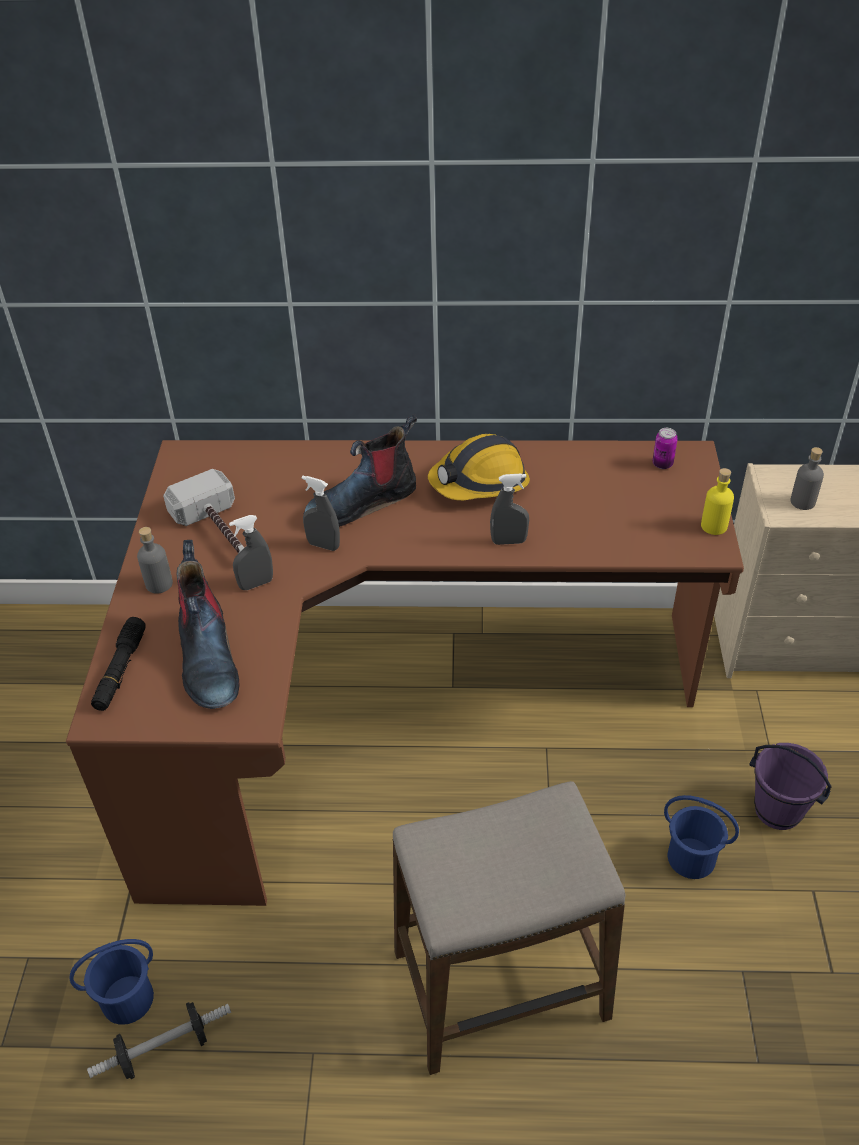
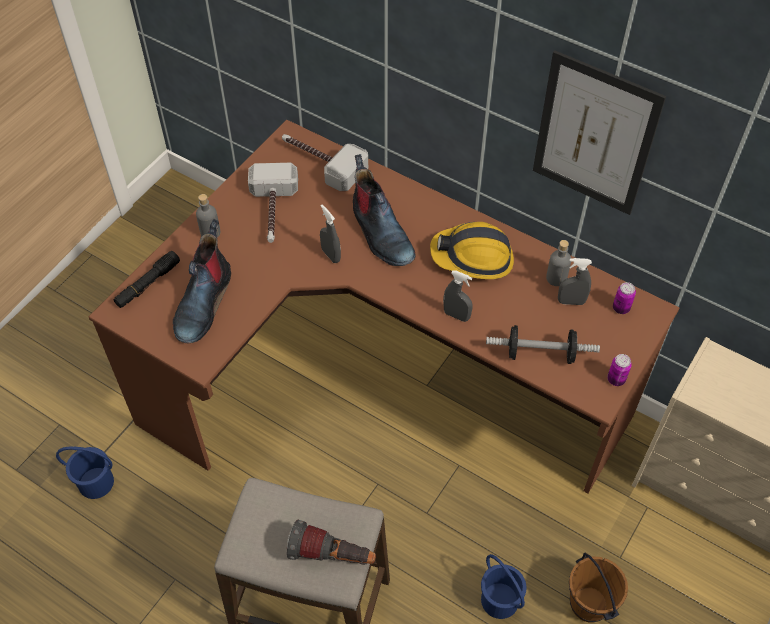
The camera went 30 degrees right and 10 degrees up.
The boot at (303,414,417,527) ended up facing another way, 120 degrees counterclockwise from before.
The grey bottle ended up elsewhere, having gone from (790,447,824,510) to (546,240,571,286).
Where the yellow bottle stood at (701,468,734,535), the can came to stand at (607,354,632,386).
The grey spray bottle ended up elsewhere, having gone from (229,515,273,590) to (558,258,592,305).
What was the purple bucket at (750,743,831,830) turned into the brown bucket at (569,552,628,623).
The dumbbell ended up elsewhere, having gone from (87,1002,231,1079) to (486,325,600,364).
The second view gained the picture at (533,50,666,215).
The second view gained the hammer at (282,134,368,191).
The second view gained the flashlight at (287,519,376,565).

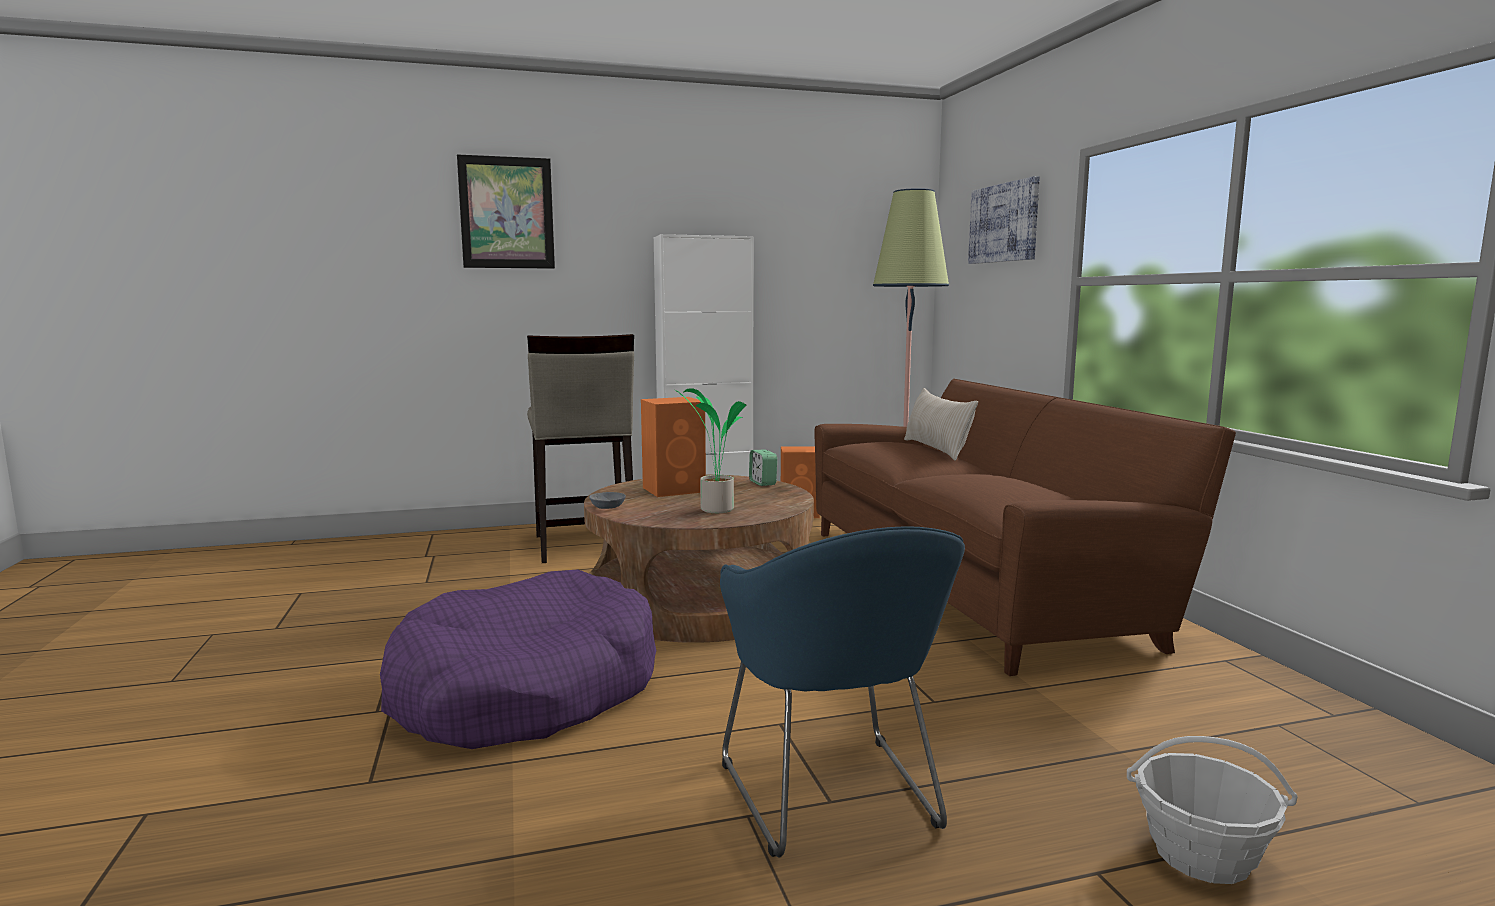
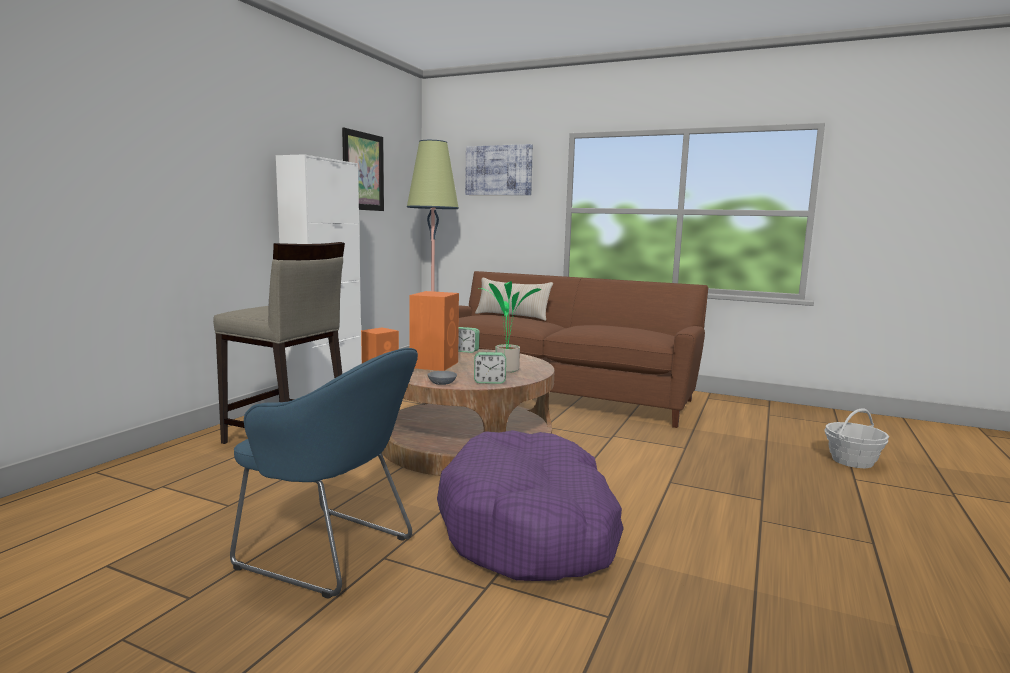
The camera went 50 degrees left and 0 degrees up.
The picture ended up elsewhere, having gone from (457,154,555,269) to (342,127,384,211).
The blue armchair ended up elsewhere, having gone from (720,526,965,857) to (230,348,418,599).
The second view gained the alarm clock at (474,352,506,384).

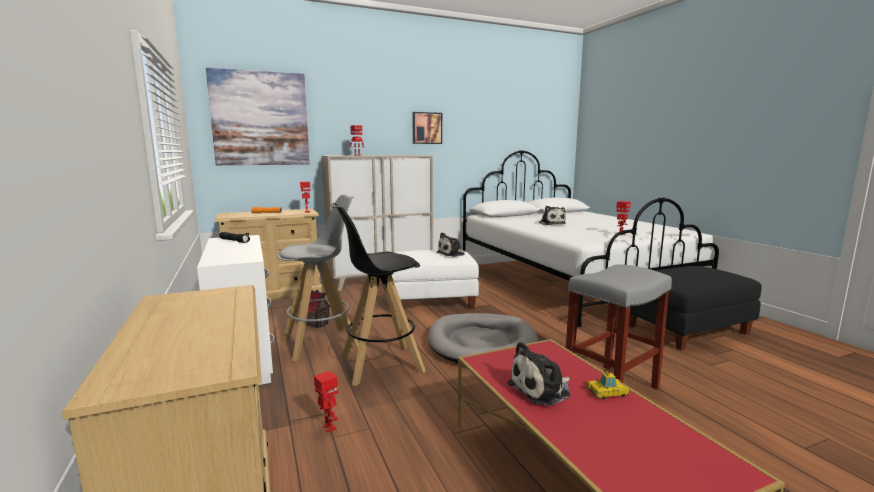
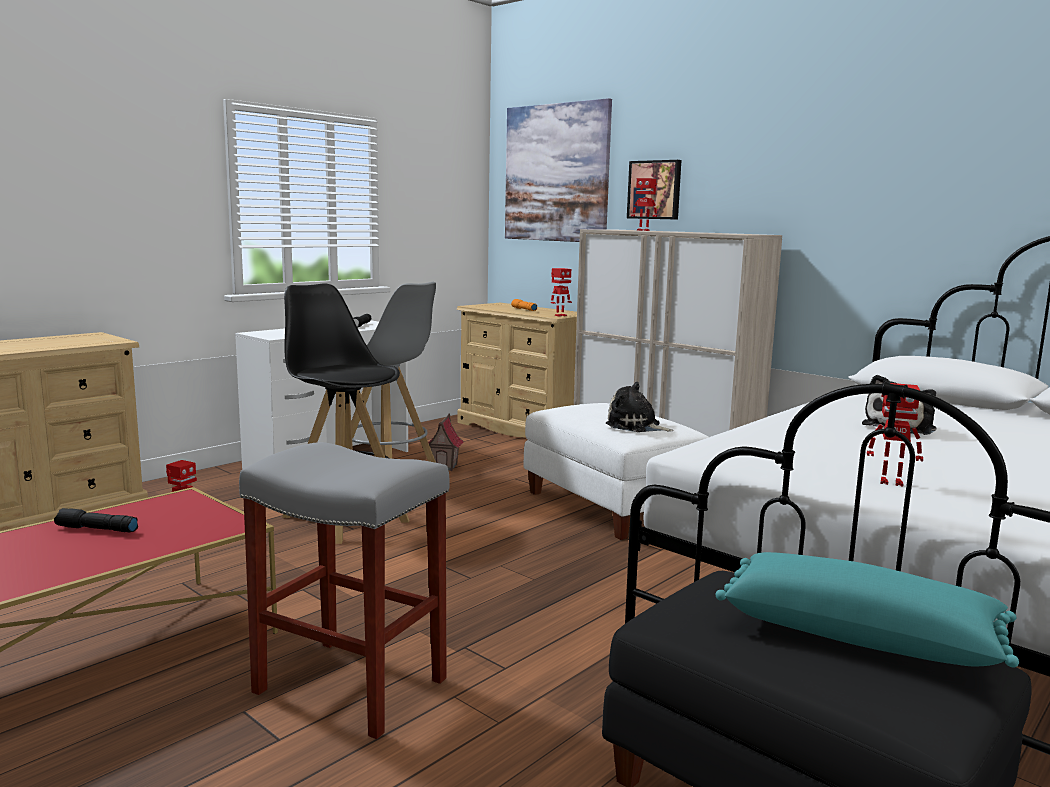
The camera went 65 degrees right and 0 degrees up.
The picture ended up elsewhere, having gone from (412,112,442,144) to (627,160,681,220).
The second view lost the grey dog bed at (428,313,538,363).
Where the plush toy stood at (507,342,570,406), the black flashlight came to stand at (54,508,138,532).
The second view lost the toy car at (586,371,630,400).
The second view gained the turquoise pillow at (716,552,1019,668).

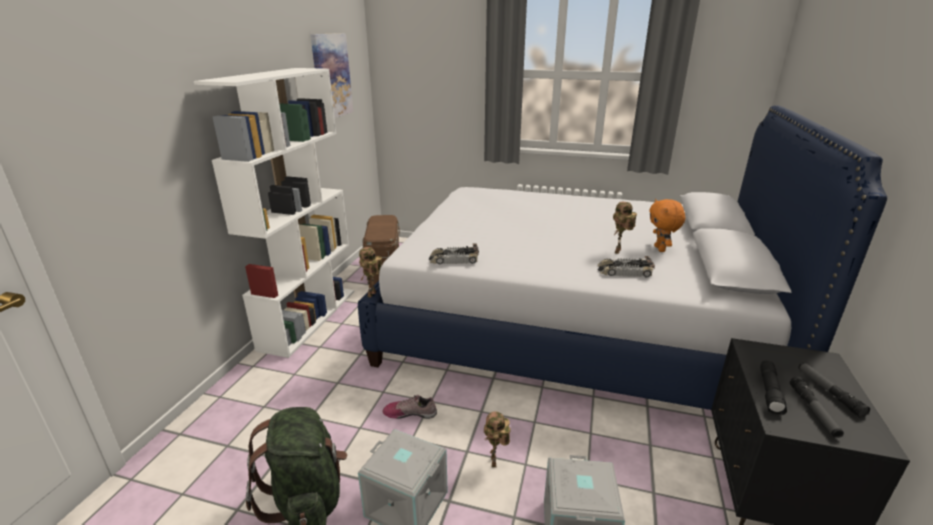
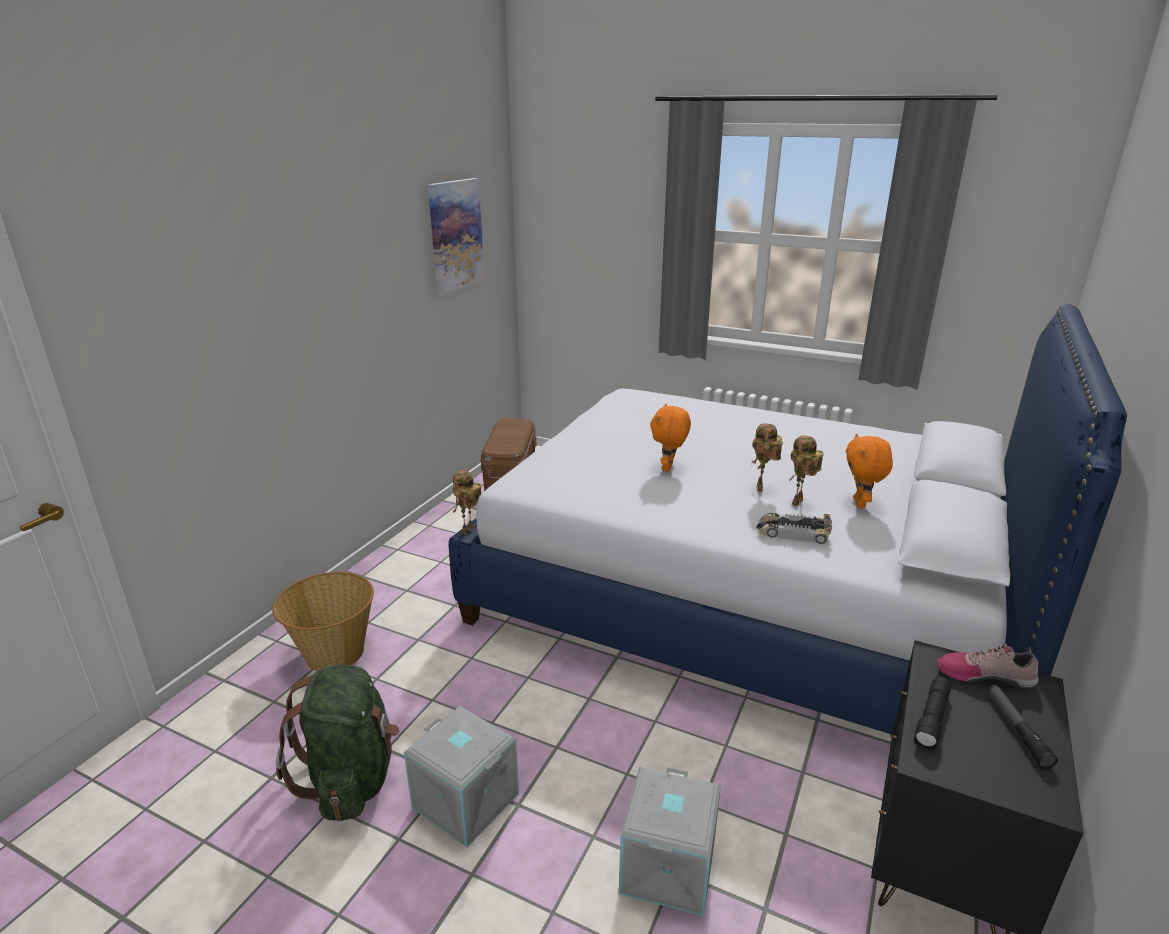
The camera went 10 degrees right and 0 degrees up.
The second view lost the white bookcase at (194,68,354,358).
The second view lost the toy car at (429,244,479,265).
The second view lost the flashlight at (790,377,844,438).
The shoe ended up elsewhere, having gone from (382,395,437,419) to (937,643,1039,688).
The toy robot ended up elsewhere, having gone from (484,412,511,467) to (752,423,783,492).
The second view gained the orange plush toy at (650,404,691,472).
The second view gained the basket at (272,572,374,671).

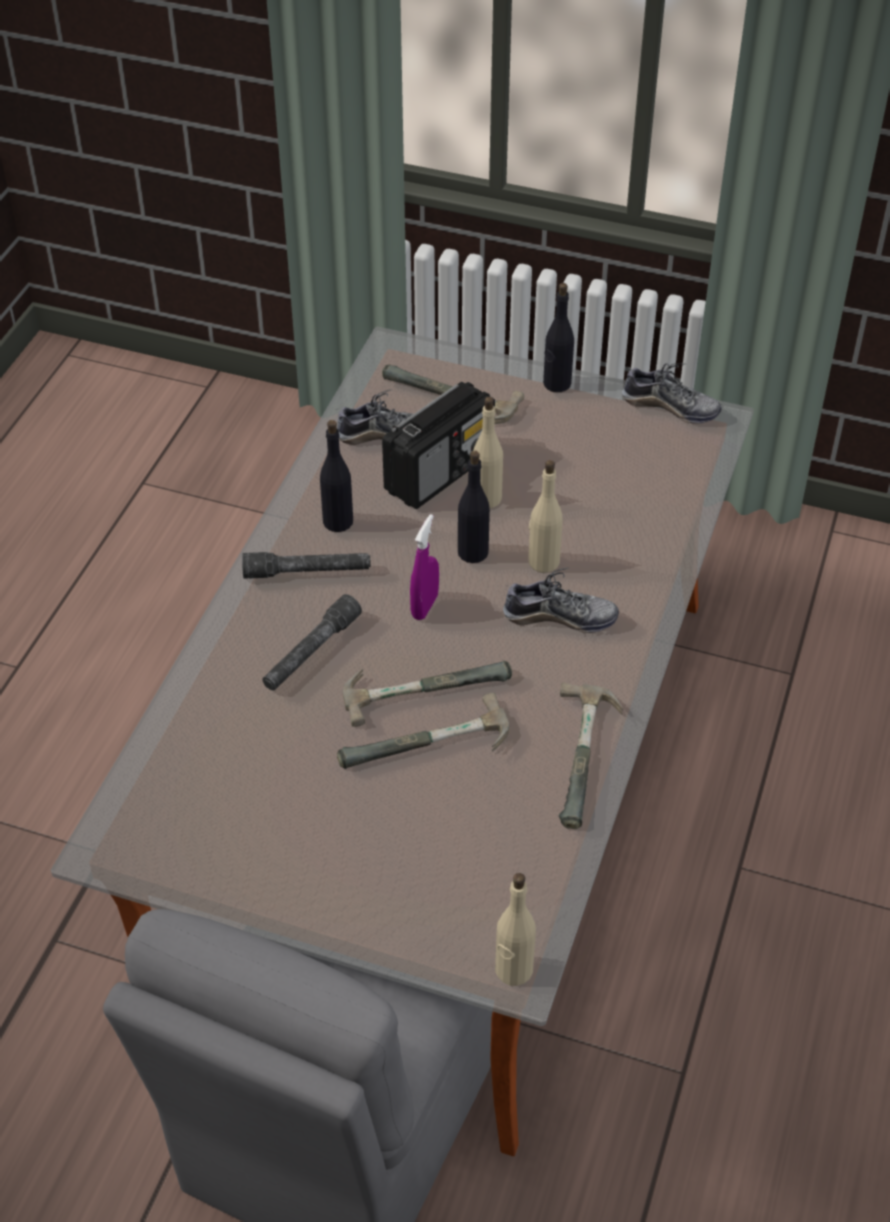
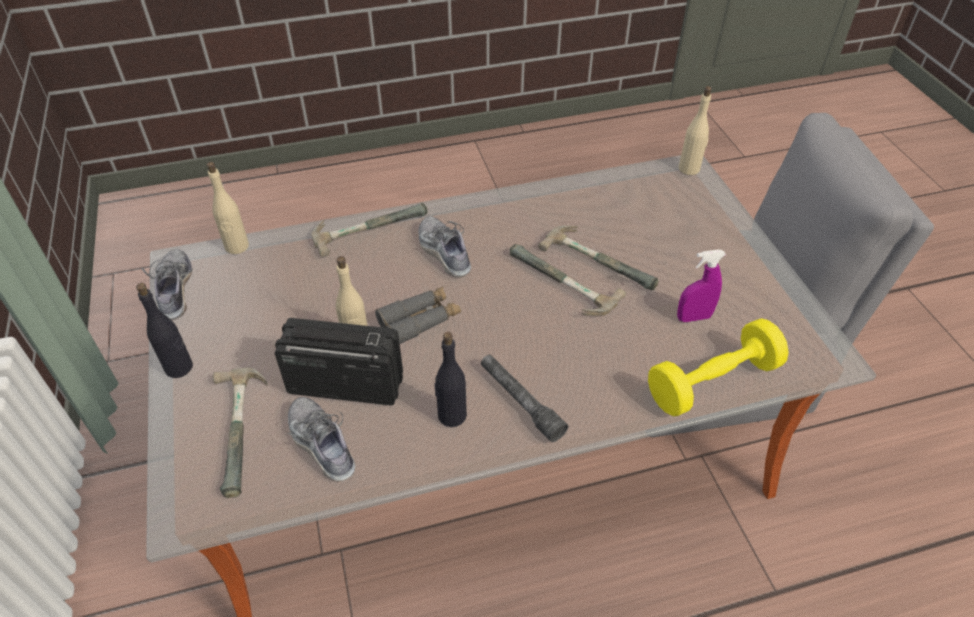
The camera went 125 degrees left and 0 degrees up.
Where the black bottle stood at (458,451,490,563), the grey binoculars came to stand at (375,286,461,344).
The beige bottle ended up elsewhere, having gone from (528,460,563,573) to (207,162,249,254).
The purple spray bottle ended up elsewhere, having gone from (410,514,439,620) to (677,249,726,322).
The second view lost the grey flashlight at (262,594,362,691).
The hammer ended up elsewhere, having gone from (559,682,623,829) to (312,203,428,257).
The second view gained the yellow dumbbell at (648,318,788,416).

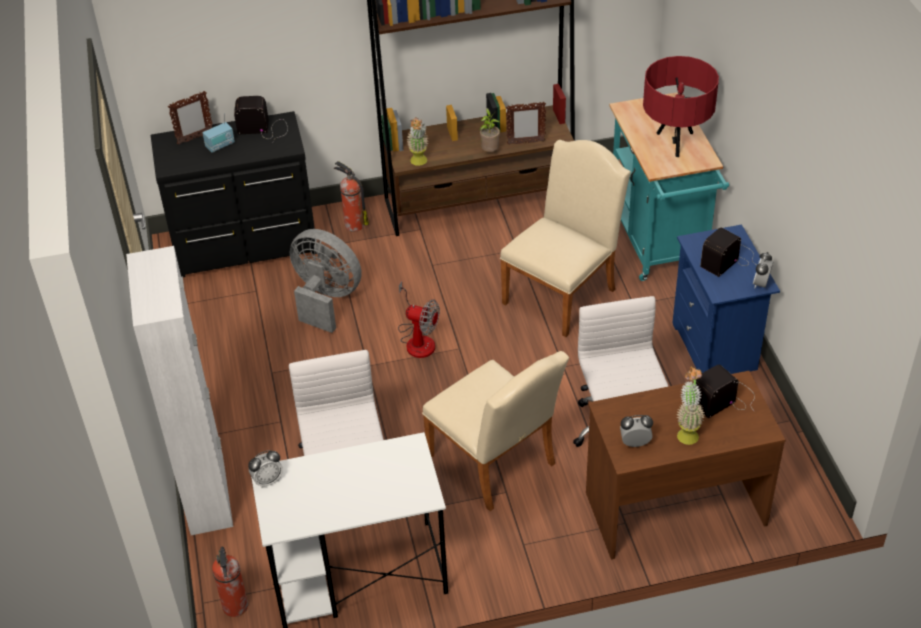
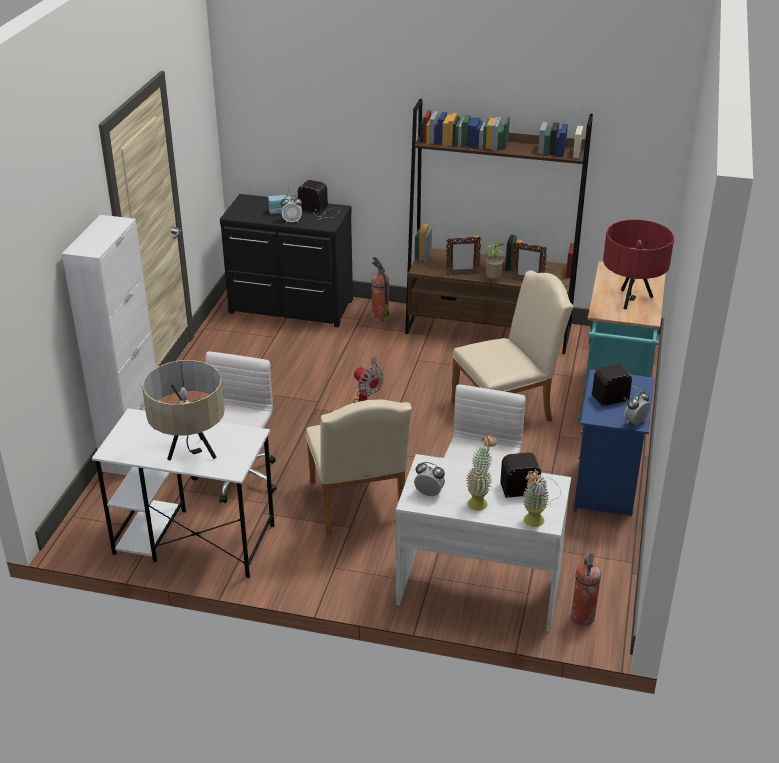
The camera went 25 degrees right and 10 degrees down.
The picture frame ended up elsewhere, having gone from (168,91,212,145) to (446,236,481,276).
The potted plant ended up elsewhere, having gone from (407,117,428,166) to (523,470,549,527).
The second view lost the grey fan at (290,229,362,333).
What was the brown desk at (586,371,785,559) turned into the white desk at (396,454,571,632).
The alarm clock ended up elsewhere, having gone from (248,450,283,488) to (280,195,302,223).
The fire extinguisher ended up elsewhere, having gone from (212,546,248,617) to (571,553,601,626).
The second view gained the beige table lamp at (142,360,225,460).

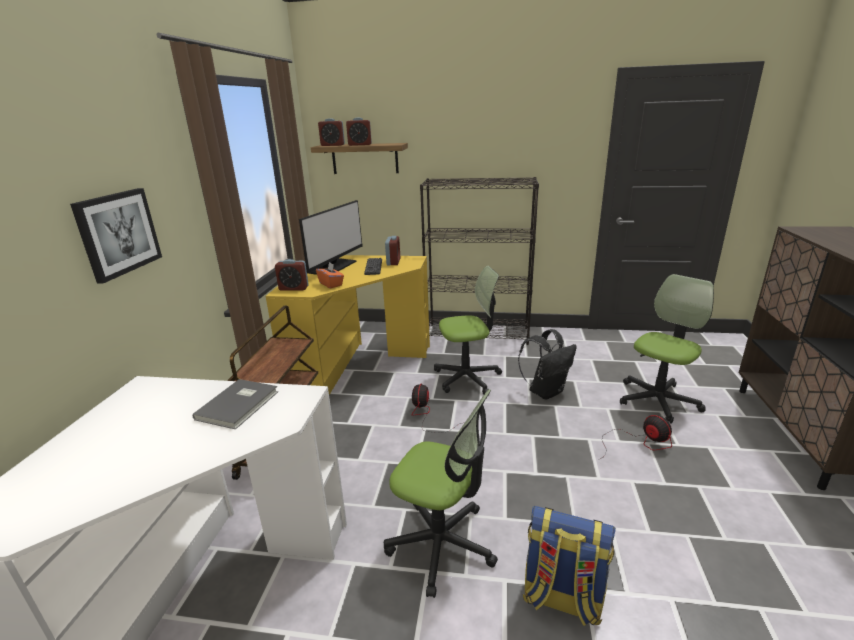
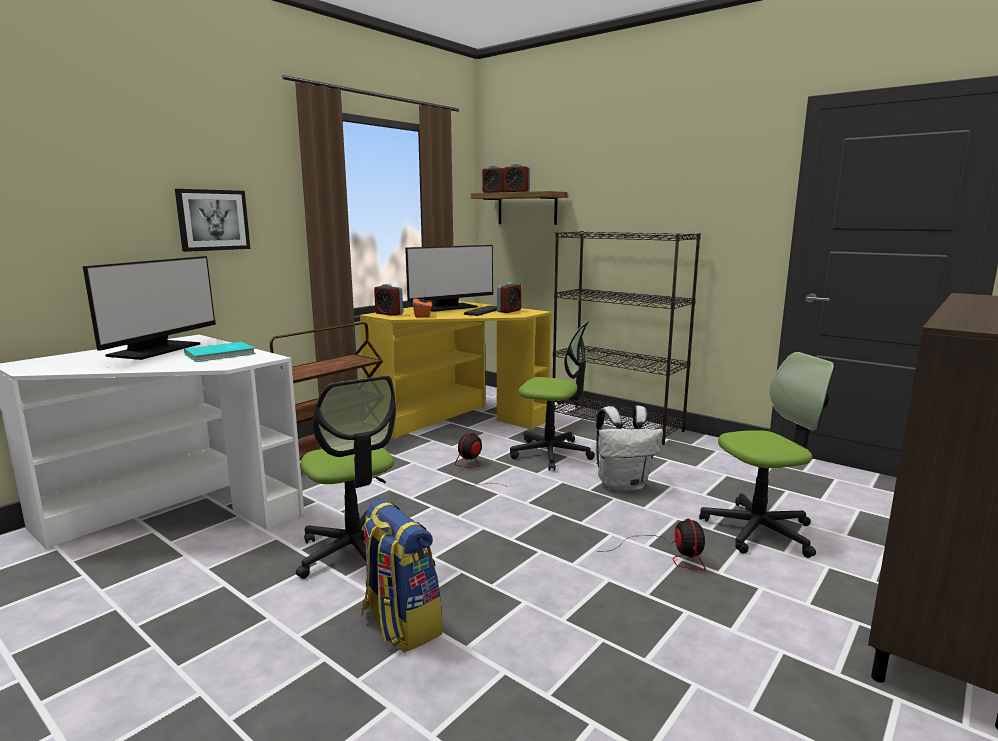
The camera went 30 degrees right and 10 degrees down.
What was the black backpack at (518,329,577,400) turned into the white backpack at (596,406,663,491).
What was the grey book at (193,379,278,430) turned into the turquoise book at (184,342,256,362).
The second view gained the monitor at (83,256,216,360).

